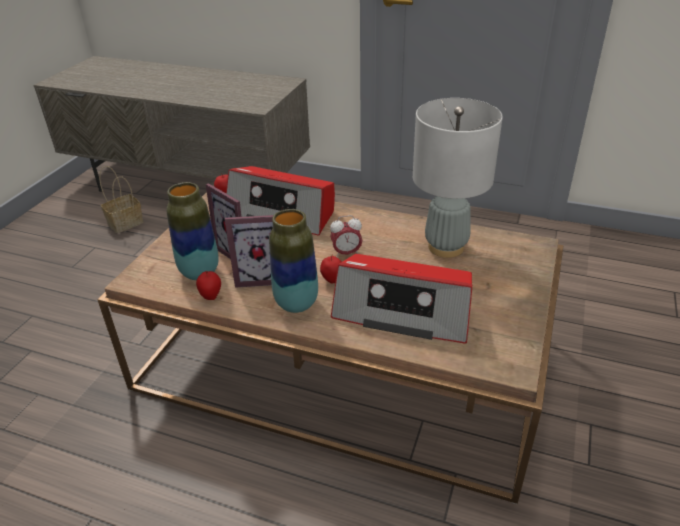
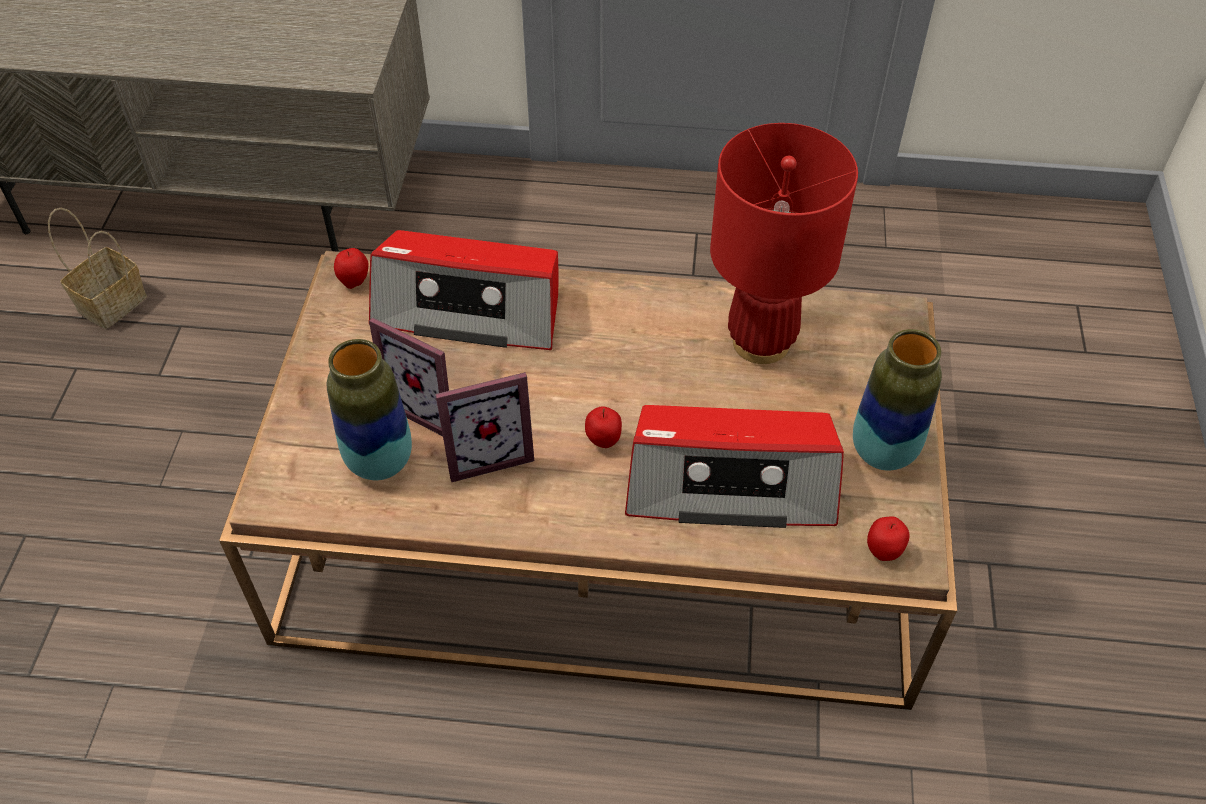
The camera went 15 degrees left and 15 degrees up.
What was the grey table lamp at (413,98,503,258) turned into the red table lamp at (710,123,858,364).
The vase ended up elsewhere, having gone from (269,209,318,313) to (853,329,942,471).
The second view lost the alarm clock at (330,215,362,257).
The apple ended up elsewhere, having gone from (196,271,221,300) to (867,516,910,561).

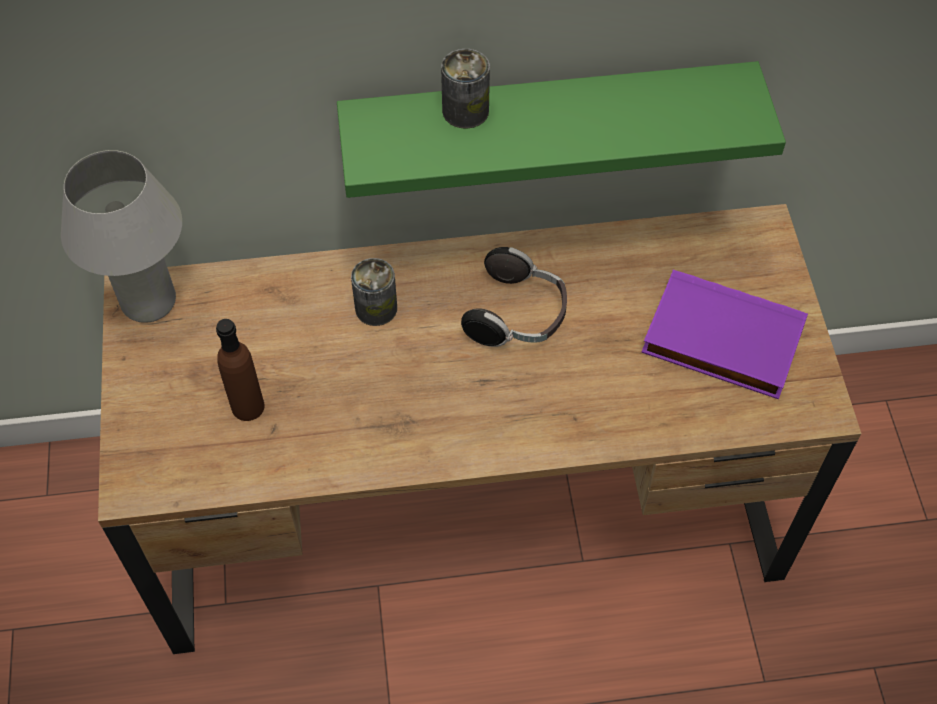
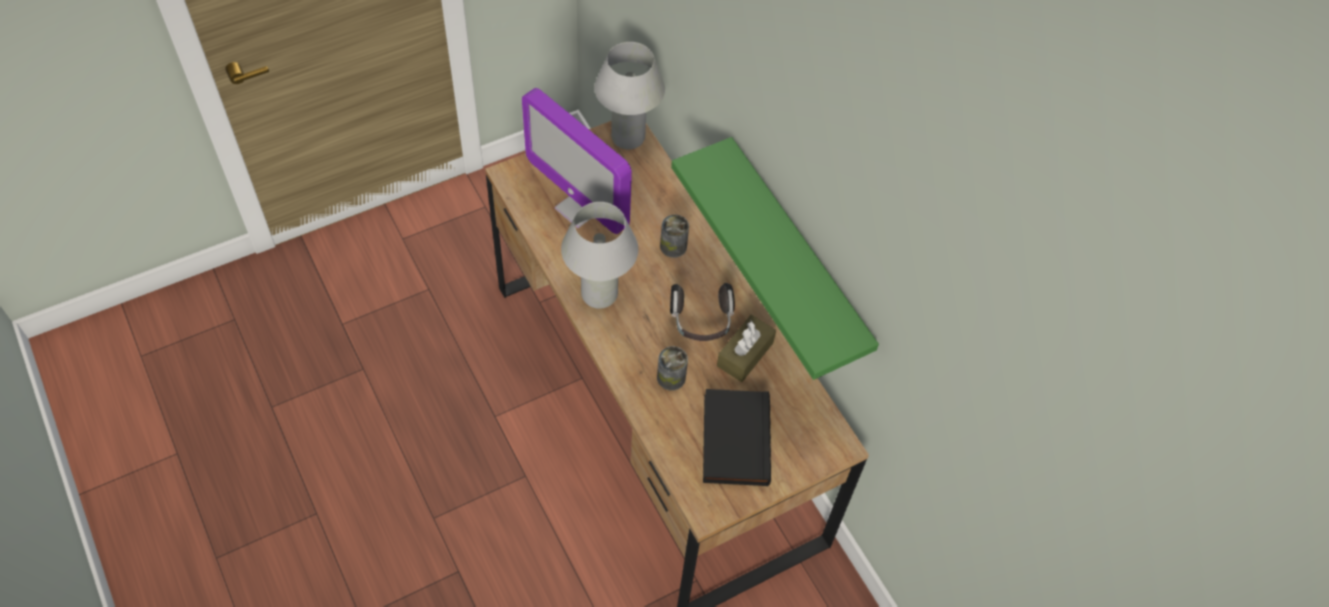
The camera went 65 degrees right and 0 degrees up.
The can ended up elsewhere, having gone from (441,49,490,129) to (657,346,688,391).
What was the purple book at (641,270,808,399) turned into the black book at (703,389,771,486).
Where the brown bottle stood at (216,319,265,421), the monitor came to stand at (522,88,632,234).
The second view gained the white table lamp at (561,202,638,309).
The second view gained the brown tissue box at (717,315,776,382).

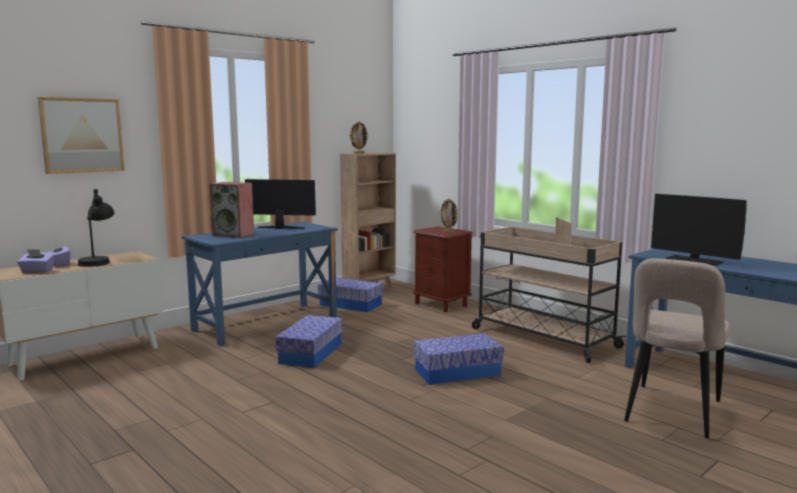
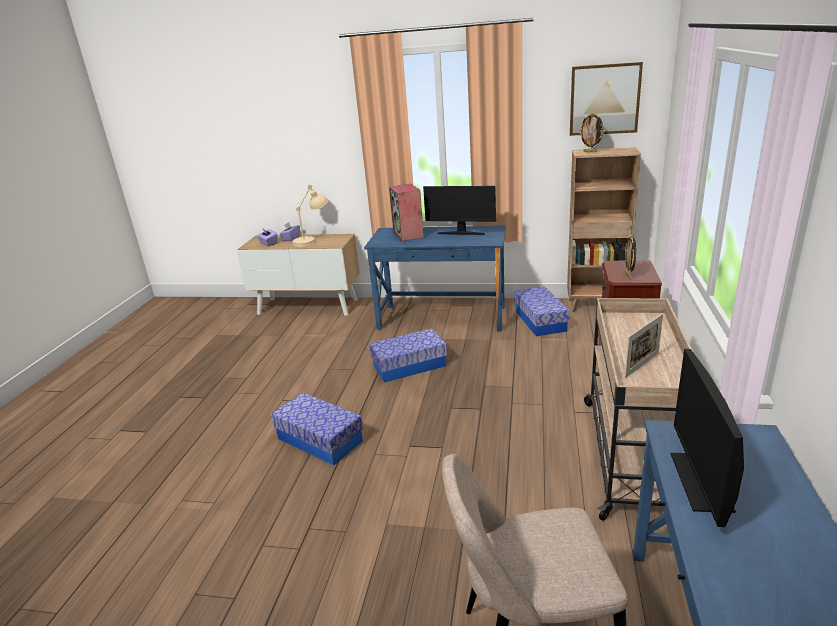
The camera went 55 degrees right and 15 degrees up.
The picture ended up elsewhere, having gone from (38,97,124,174) to (570,62,643,136).
The monitor at (245,179,316,229) ended up facing another way, 135 degrees clockwise from before.
What was the black table lamp at (78,189,115,267) turned into the beige table lamp at (293,185,328,247).
The storage box ended up elsewhere, having gone from (413,334,504,385) to (271,393,363,466).

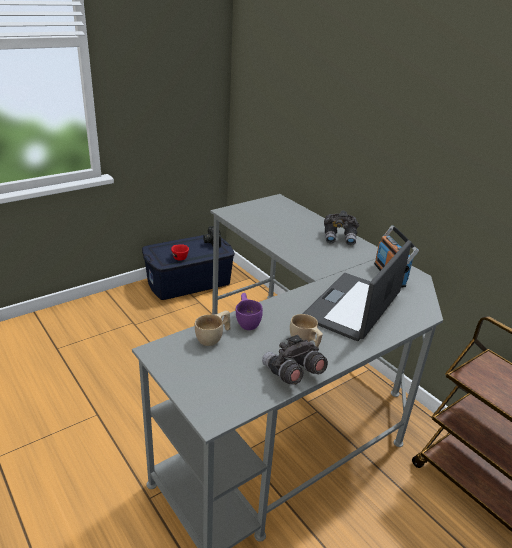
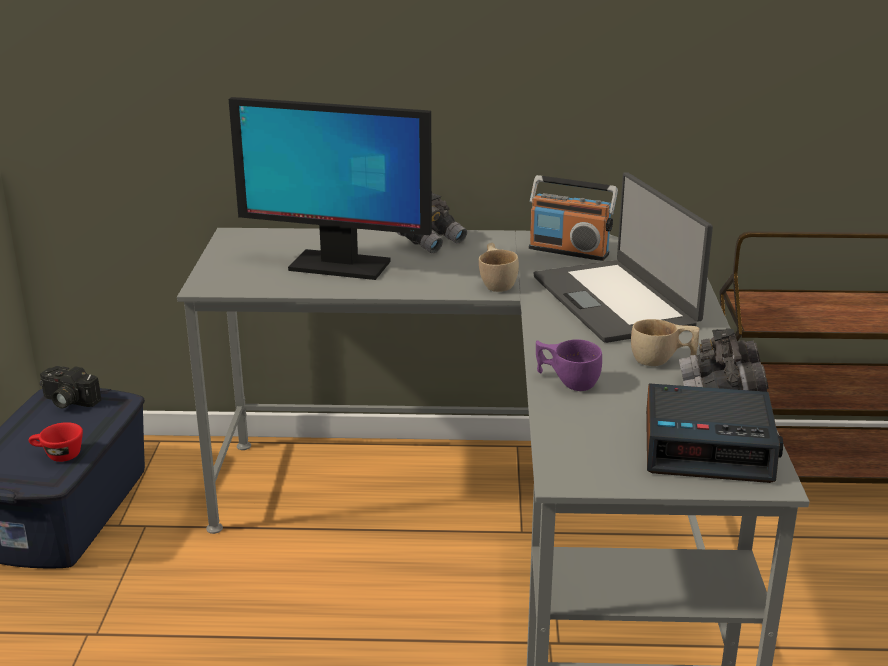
The camera went 50 degrees left and 5 degrees down.
The beige cup ended up elsewhere, having gone from (195,311,231,346) to (479,243,519,292).
The second view gained the monitor at (229,97,432,280).
The second view gained the alarm clock at (646,383,783,483).

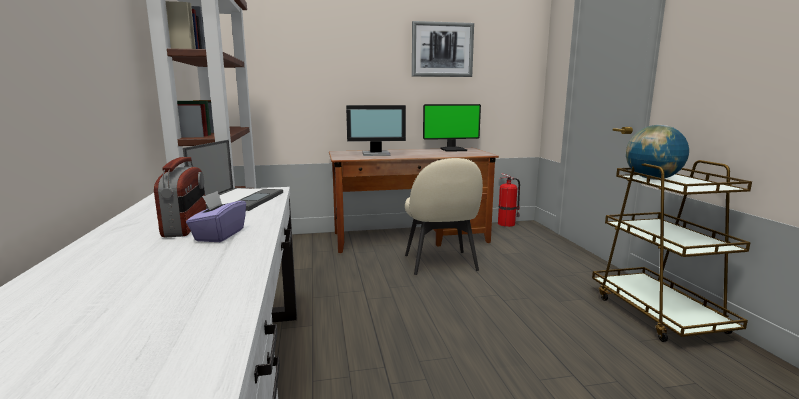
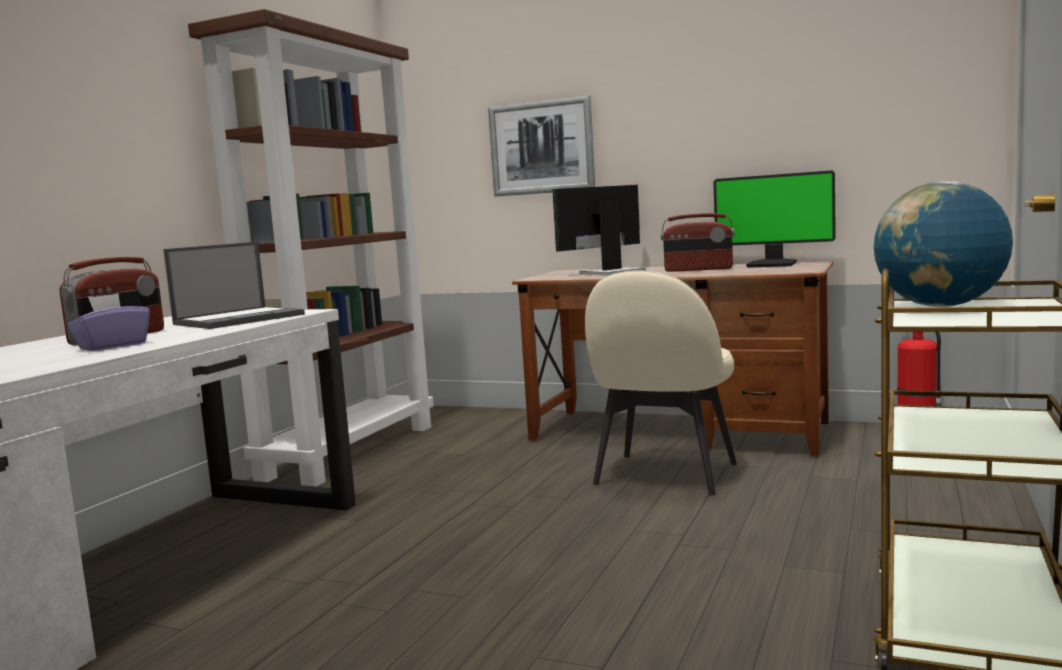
The camera went 35 degrees right and 5 degrees down.
The picture ended up elsewhere, having gone from (412,21,474,77) to (488,95,595,197).
The monitor at (346,105,406,156) ended up facing another way, 120 degrees clockwise from before.
The second view gained the radio at (661,213,735,272).

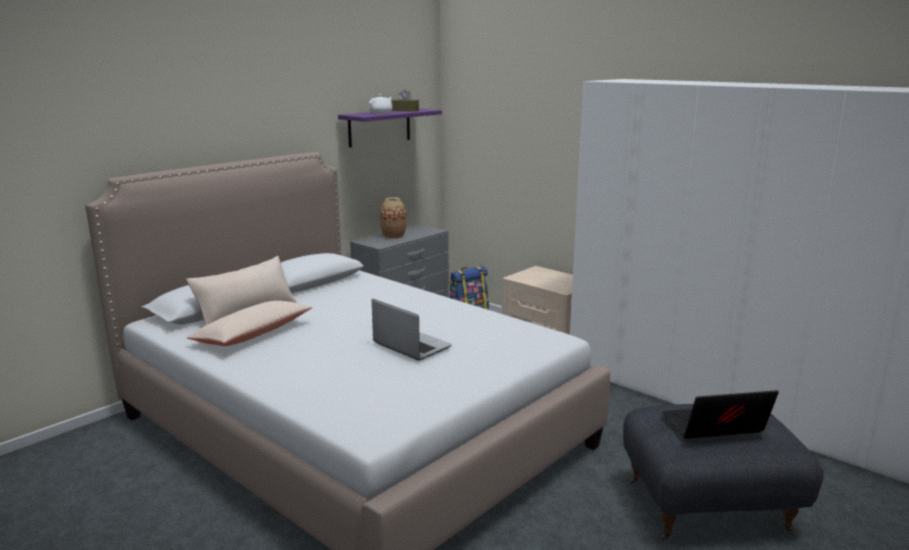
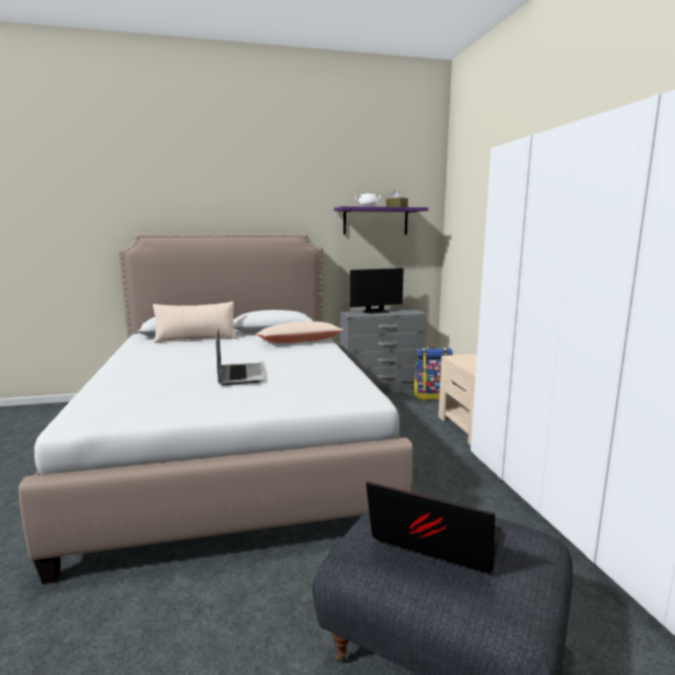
The camera went 35 degrees right and 5 degrees down.
Where the vase stood at (380,197,406,239), the monitor came to stand at (350,268,404,314).
The beige pillow ended up elsewhere, having gone from (186,301,313,346) to (256,321,344,343).

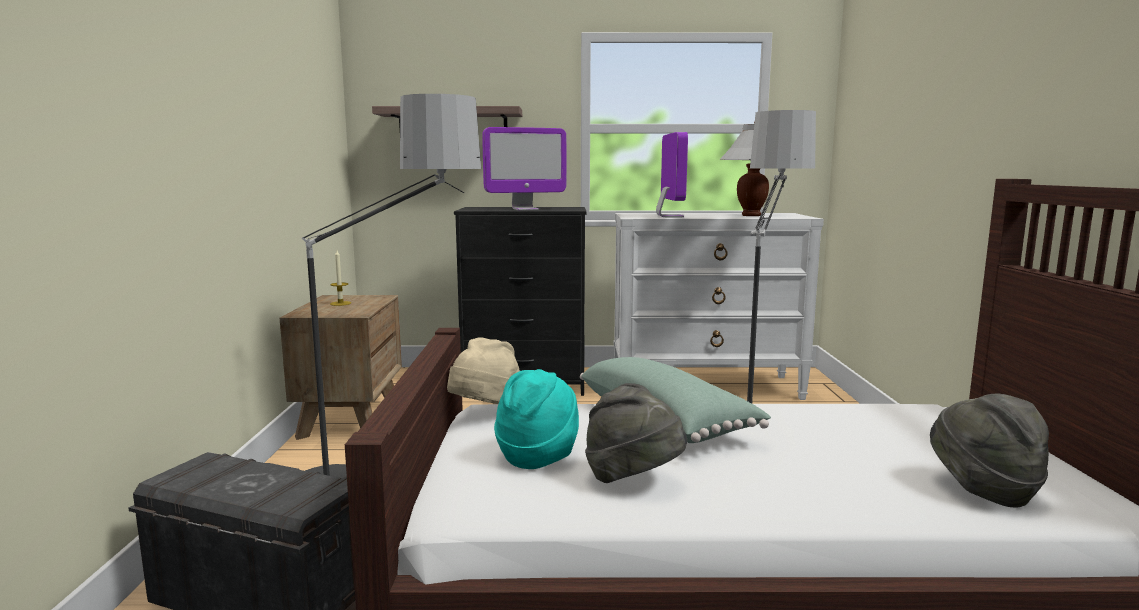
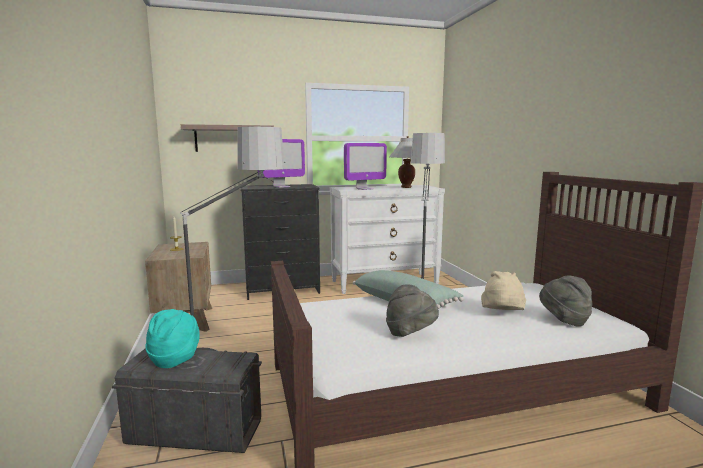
The camera went 15 degrees left and 0 degrees up.
The monitor at (656,132,688,217) ended up facing another way, 75 degrees clockwise from before.
The beige hat ended up elsewhere, having gone from (447,337,520,404) to (481,271,526,310).
The turquoise hat ended up elsewhere, having gone from (494,369,579,469) to (145,309,200,368).

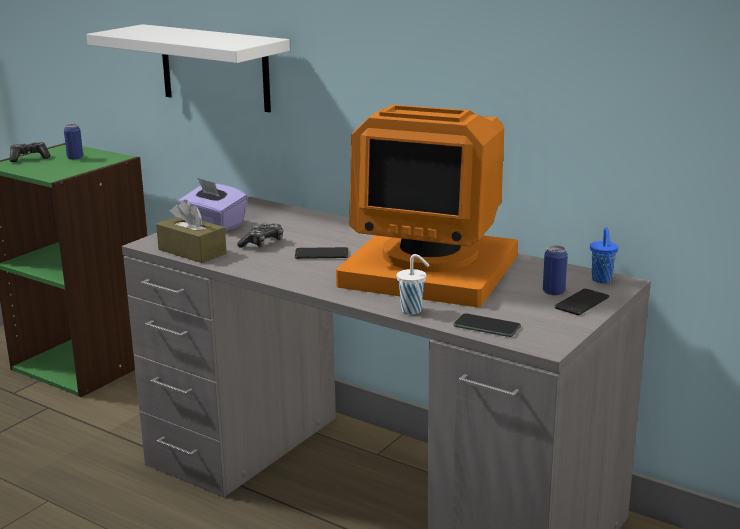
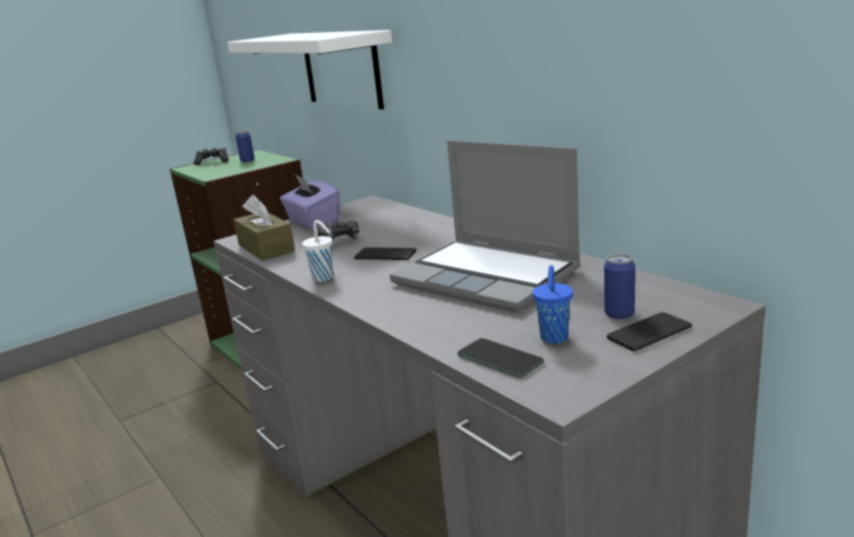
The camera went 20 degrees right and 0 degrees up.
Where the monitor stood at (336,105,518,307), the laptop came to stand at (390,140,581,312).
The blue cup ended up elsewhere, having gone from (590,227,618,283) to (532,265,573,344).
The white cup ended up elsewhere, having gone from (397,254,430,315) to (302,220,333,282).

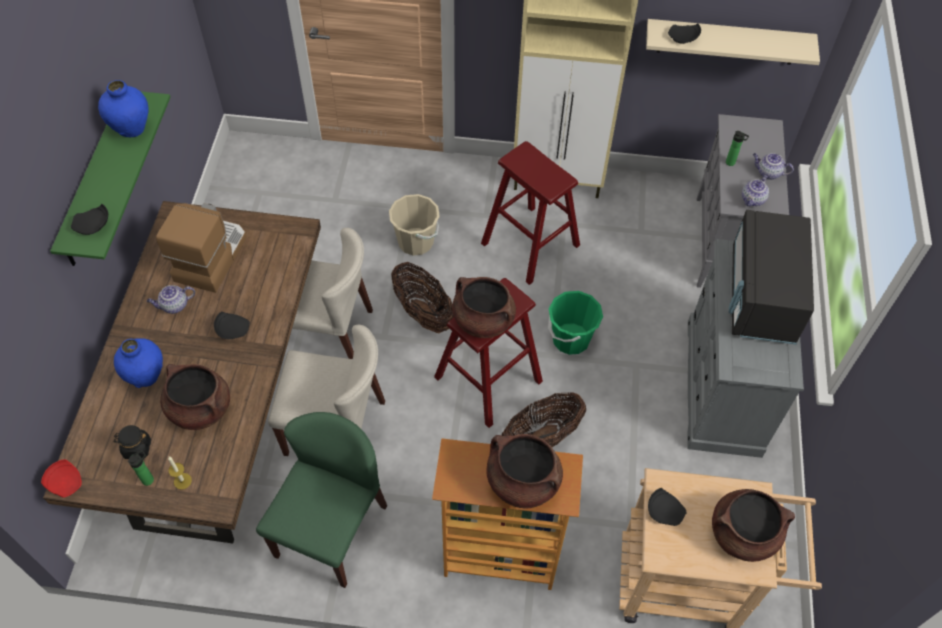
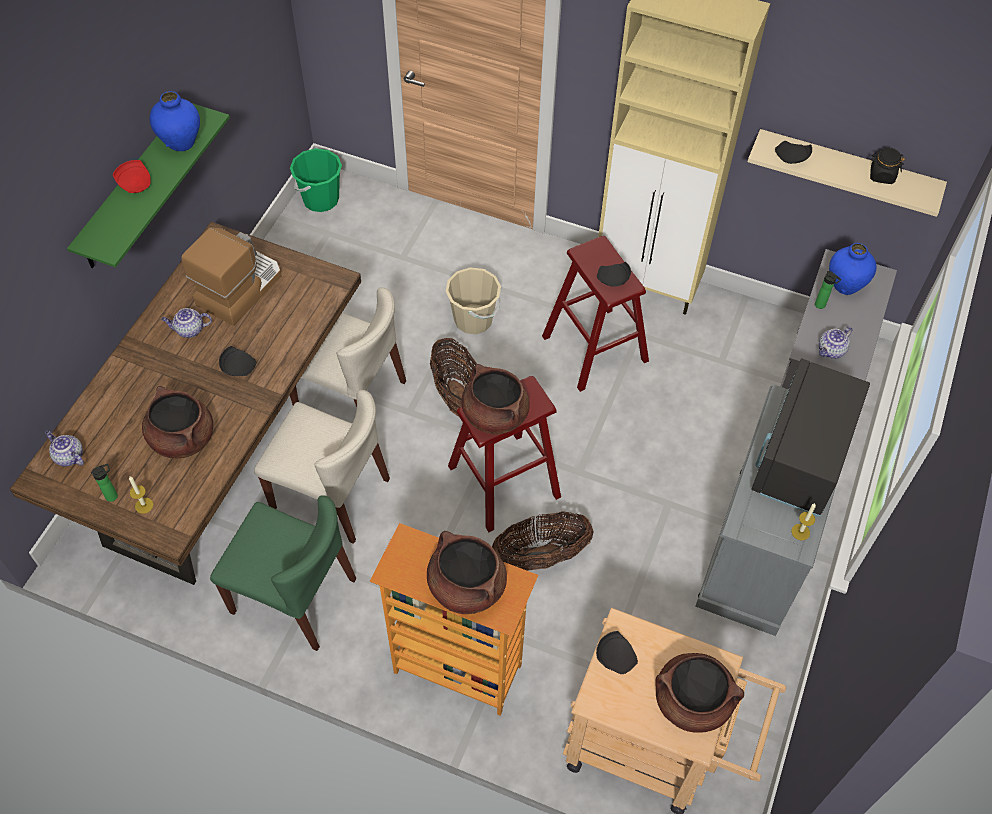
The camera went 15 degrees right and 0 degrees up.
The teapot ended up elsewhere, having gone from (753,153,794,180) to (45,431,84,466).
The black plate ended up elsewhere, having gone from (71,204,108,235) to (597,262,631,287).
The green bucket ended up elsewhere, having gone from (548,291,603,355) to (290,148,342,212).
The blue vase ended up elsewhere, having gone from (114,338,163,388) to (829,243,877,295).
The green chair at (256,412,387,588) ended up facing another way, 75 degrees clockwise from before.
The black jar ended up elsewhere, having gone from (113,425,151,459) to (870,148,905,184).
The red plate ended up elsewhere, having gone from (41,459,82,498) to (113,160,151,193).
The second view gained the candle at (791,503,816,540).

